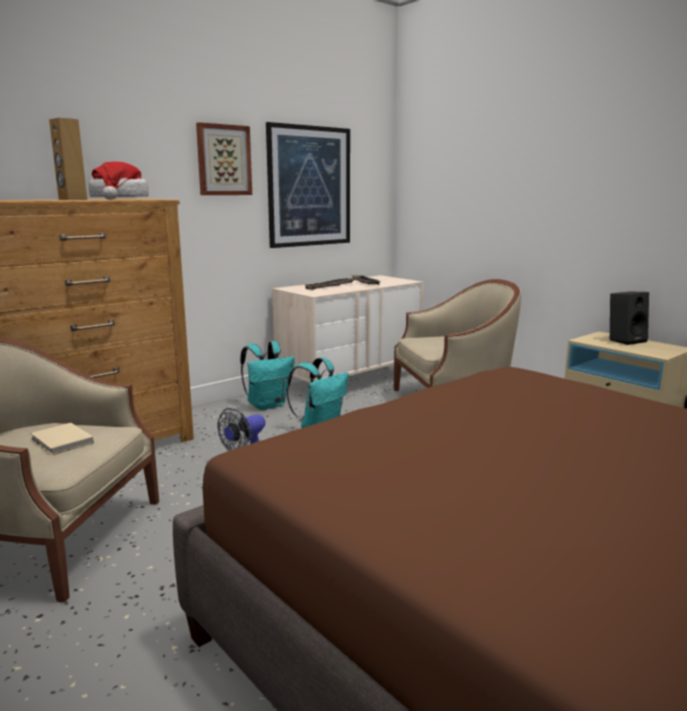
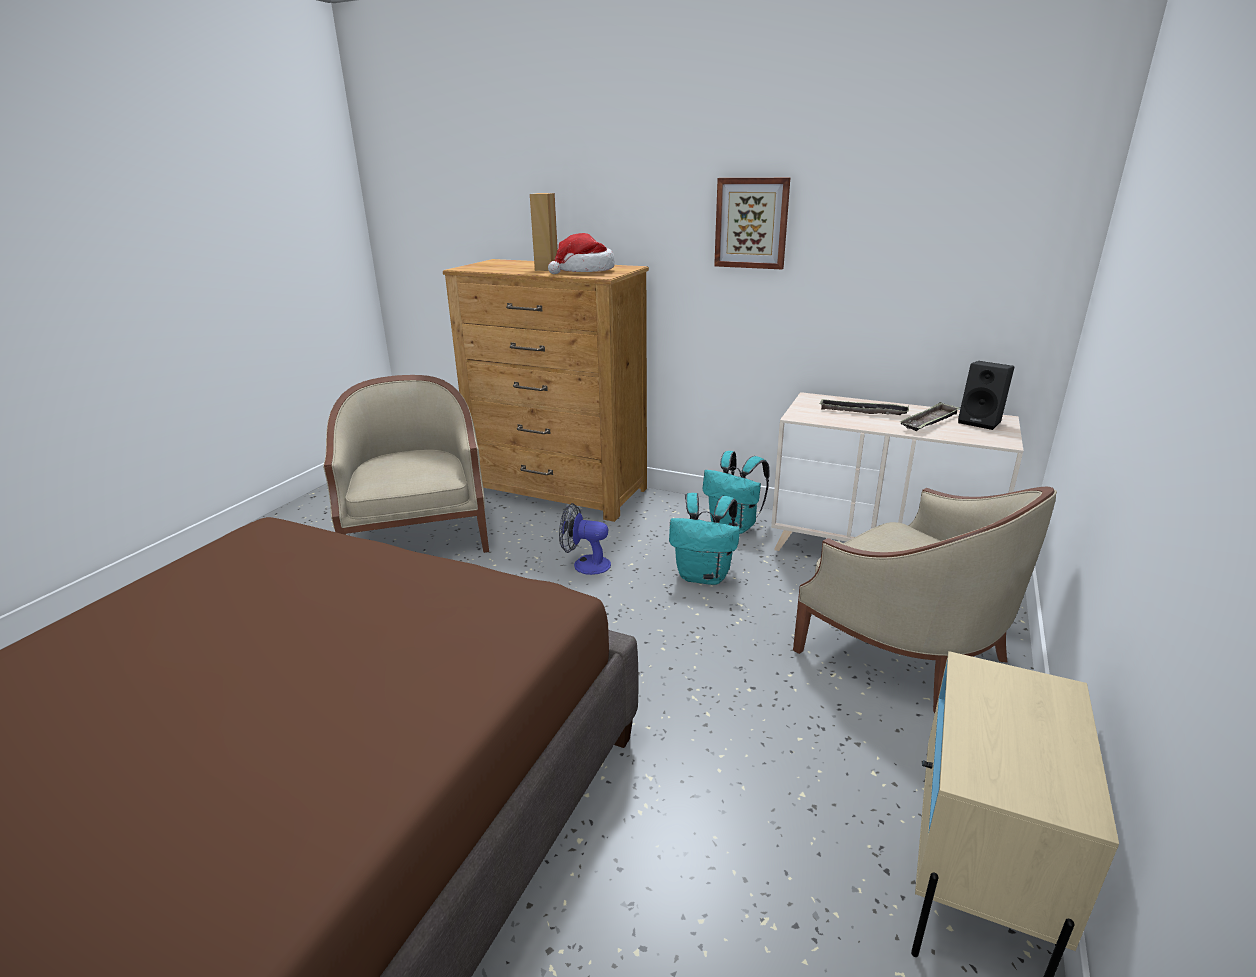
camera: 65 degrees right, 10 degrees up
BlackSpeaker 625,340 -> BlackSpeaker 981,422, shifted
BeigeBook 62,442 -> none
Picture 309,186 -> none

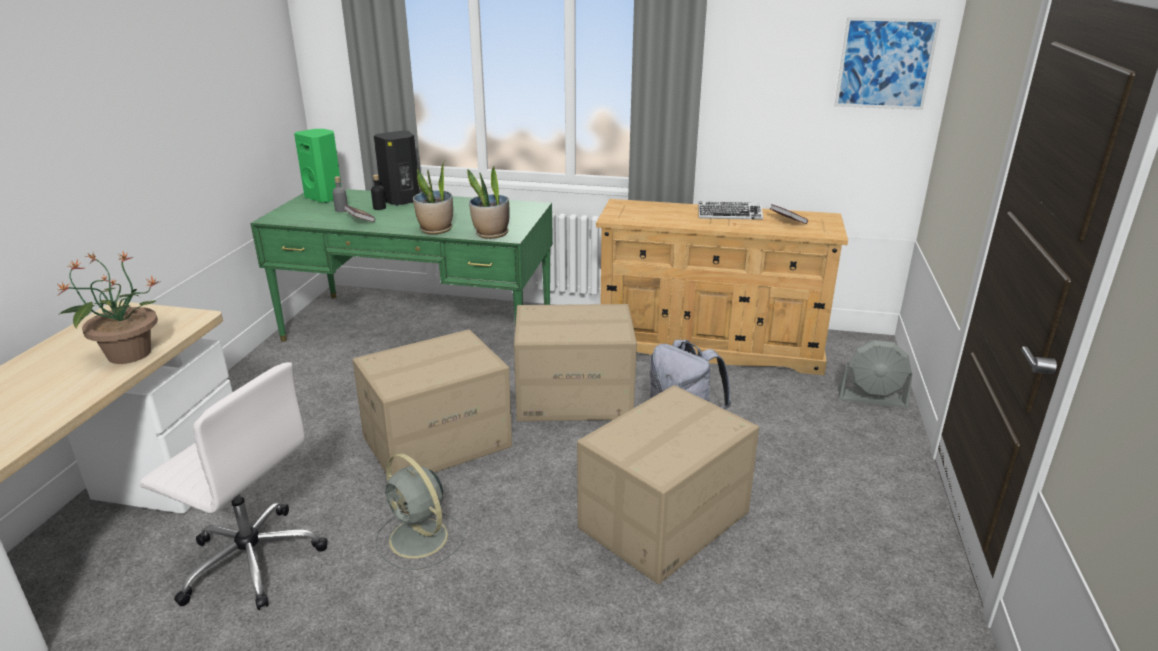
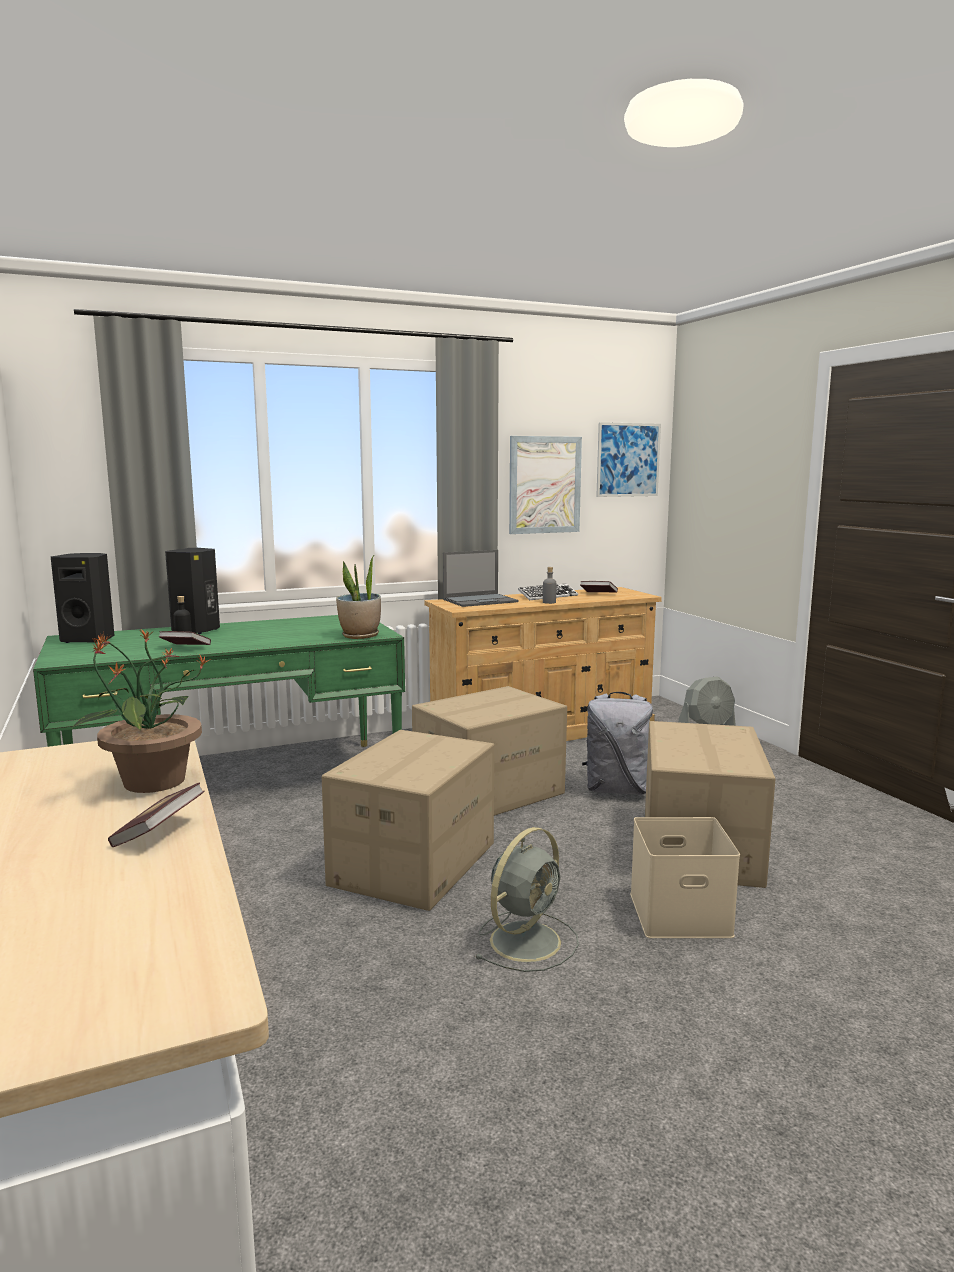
camera: 35 degrees left, 15 degrees down
GreenSpeaker 325,197 -> BlackSpeaker 89,640
none -> Book 159,832
none -> Laptop 481,600
GreyFan 420,539 -> GreyFan 527,940, 60 degrees counterclockwise
none -> Picture 544,485
GreyBottle 341,210 -> GreyBottle 549,602, shifted
none -> BeigeStorageBox 681,913
WhiteOfficeChair 251,560 -> none
PottedPlant 436,230 -> none

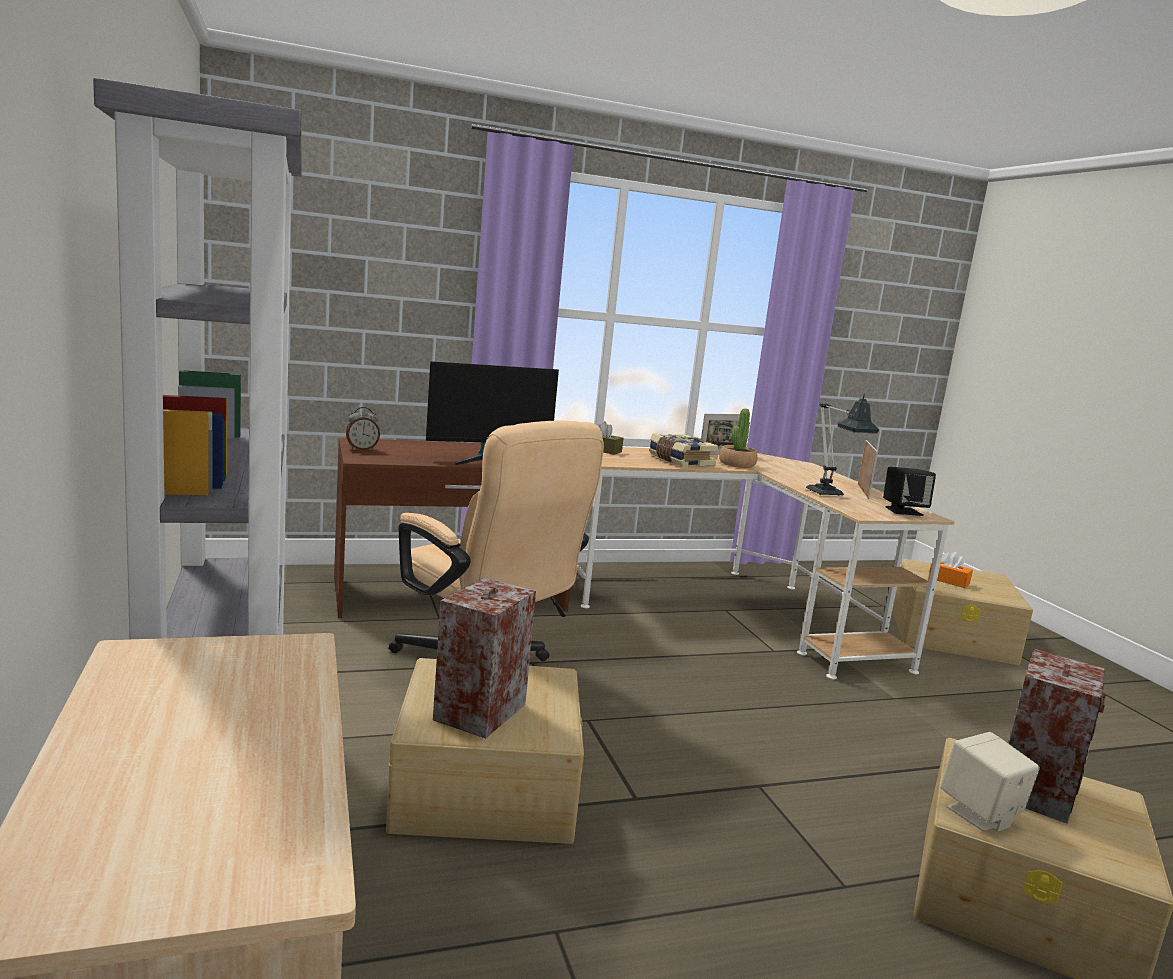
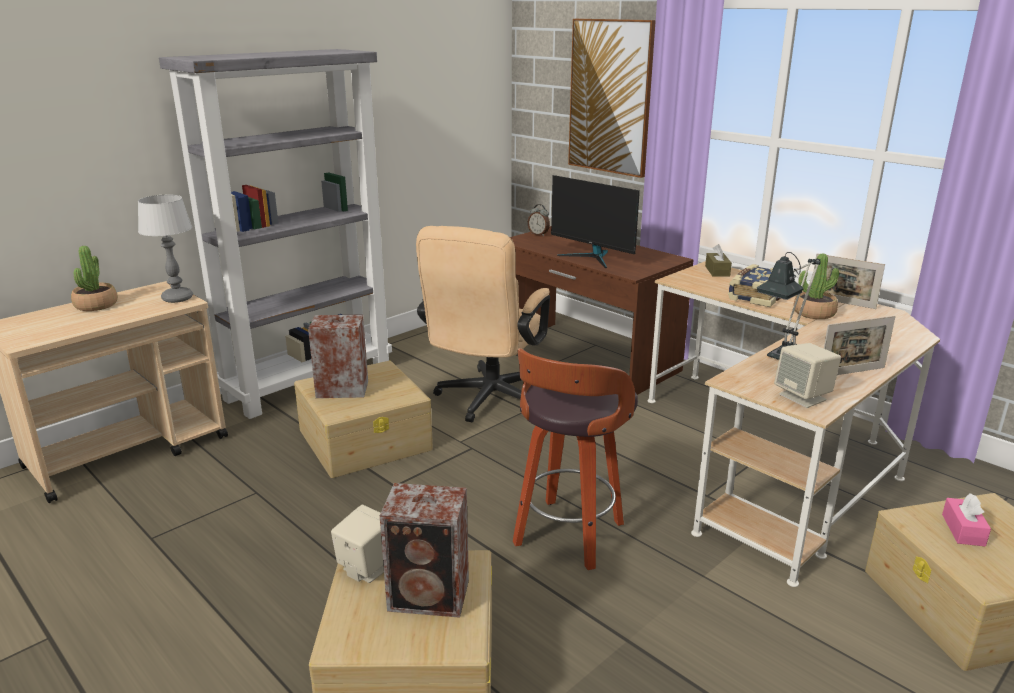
camera: 65 degrees right, 10 degrees up
none -> PottedPlant 96,305
none -> TableLamp 177,298
none -> Stool 567,536
none -> Picture 610,97
BlackSpeaker 903,511 -> BeigeSpeaker 803,397
OrangeTissueBox 948,581 -> PinkTissueBox 963,530

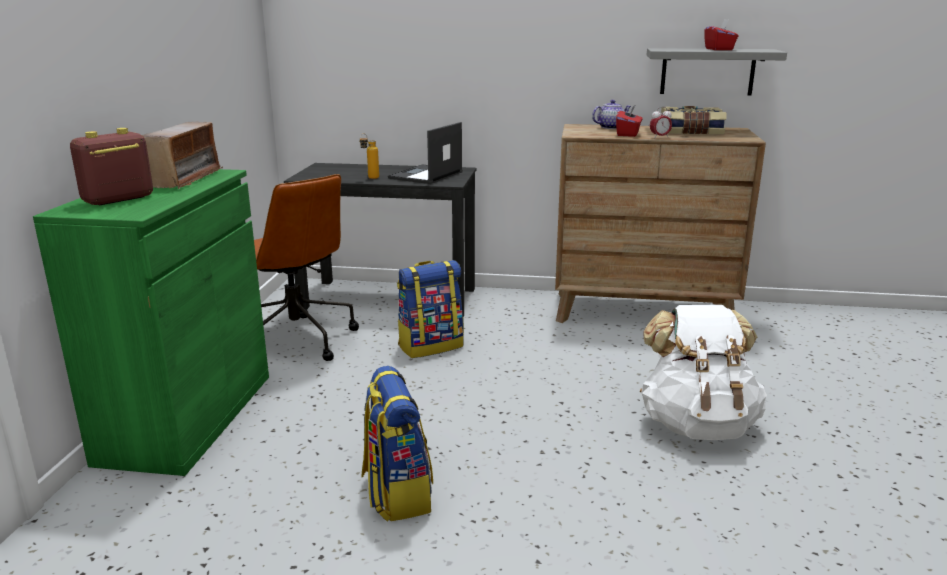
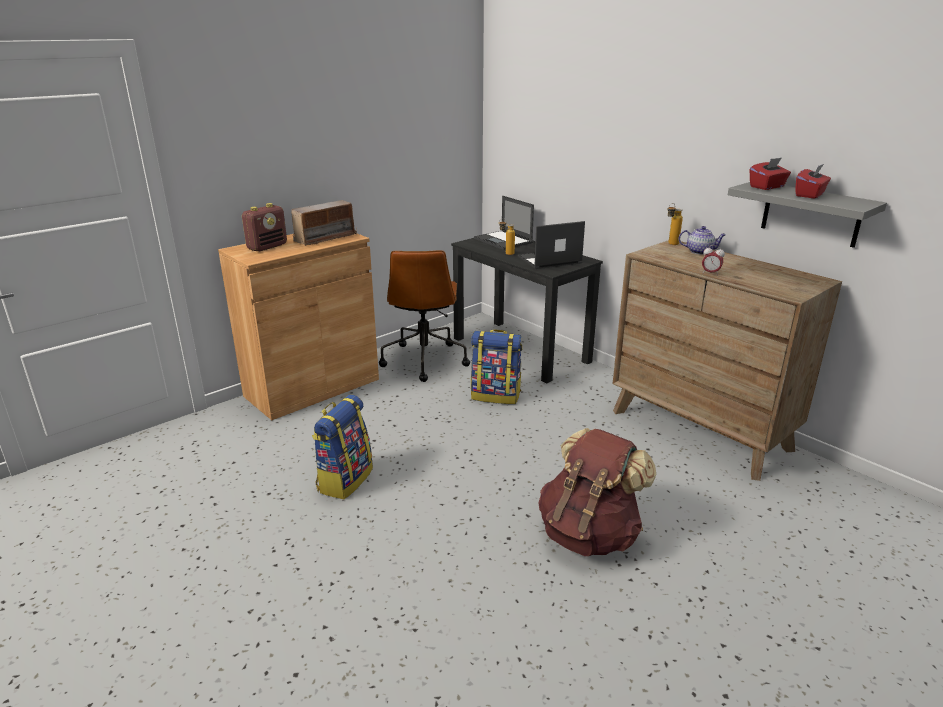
camera: 40 degrees right, 5 degrees up
GreenCabinet 188,417 -> BrownCabinet 312,387
Radio 117,199 -> Radio 267,247, 135 degrees clockwise
none -> Laptop 503,241
WhiteBackpack 697,424 -> BrownBackpack 589,534
none -> Bottle 670,244
RedTissueBox 628,134 -> RedTissueBox 767,187, shifted
Book 691,132 -> none

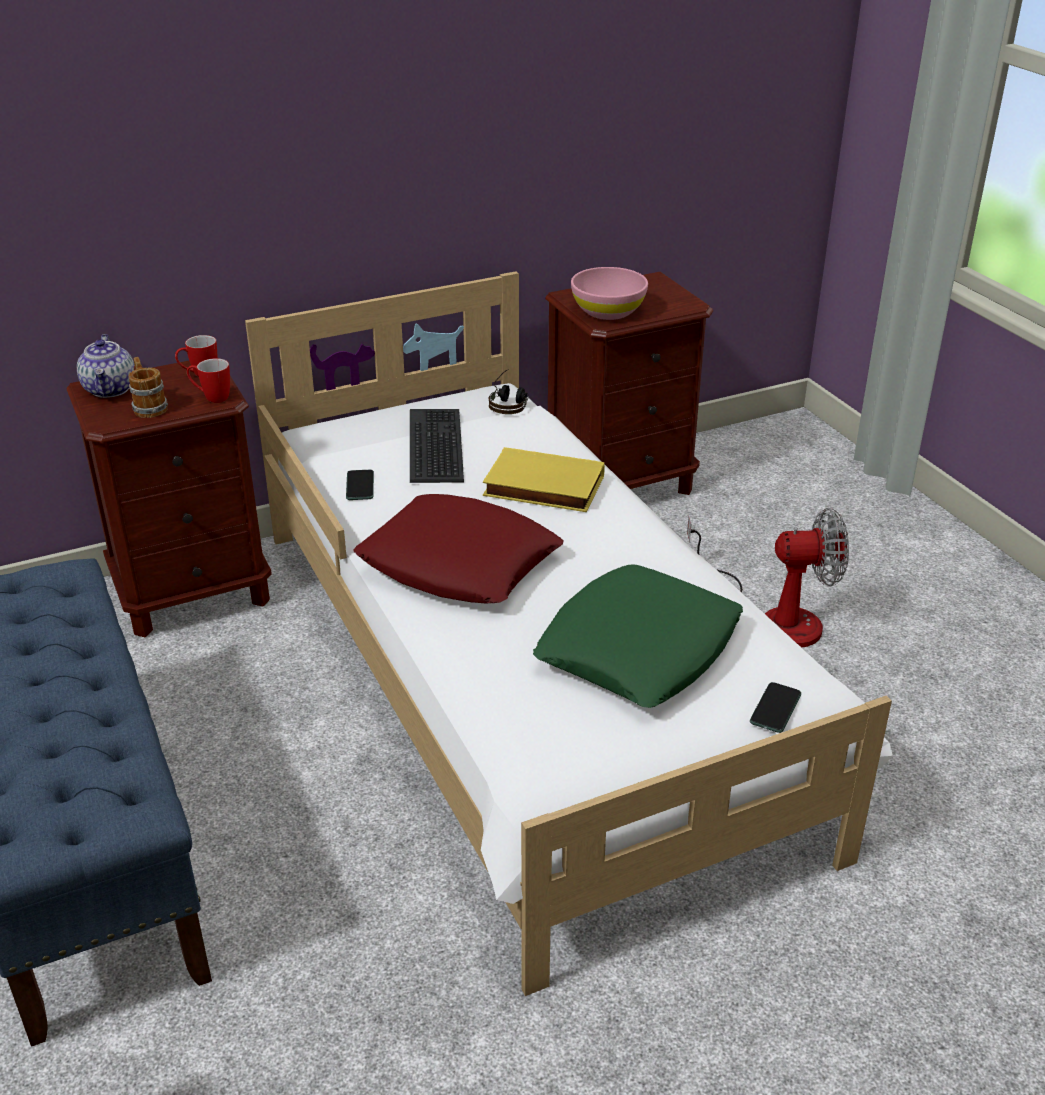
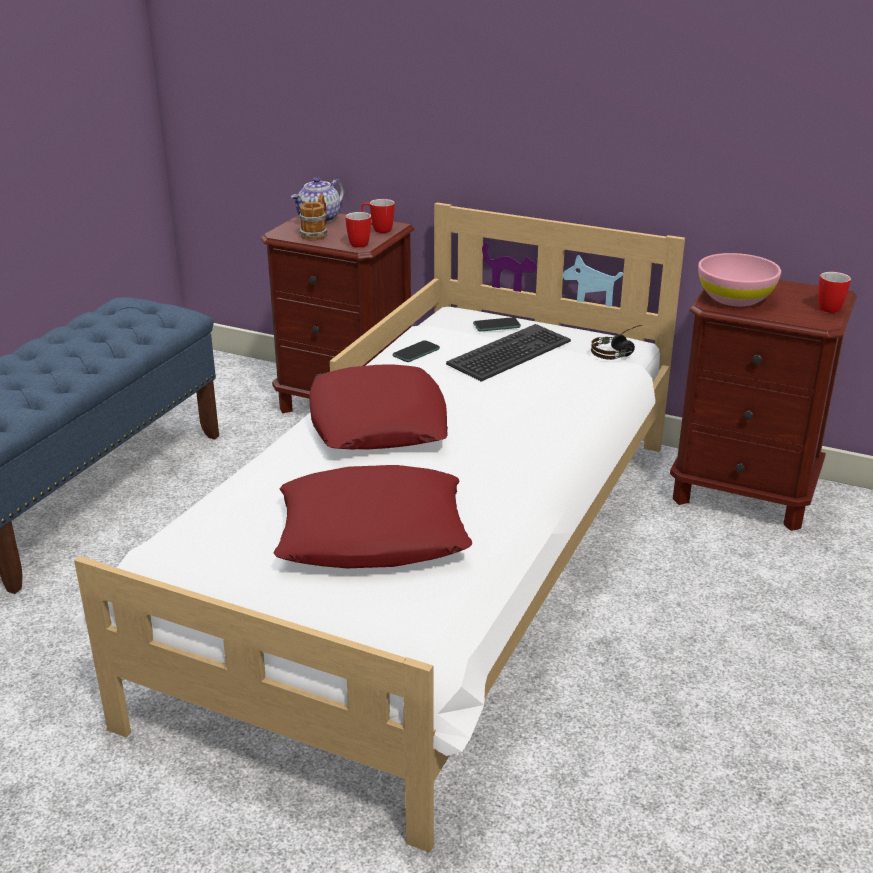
camera: 50 degrees right, 5 degrees down
GreenPillow 638,649 -> RedPillow 371,533
Phone 775,708 -> Phone 496,325, shifted
none -> Mug 828,307
YellowBook 542,487 -> none
Fan 772,617 -> none

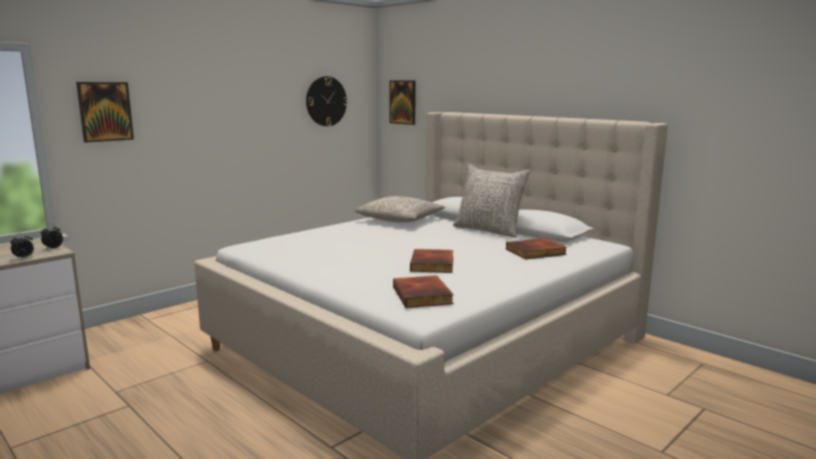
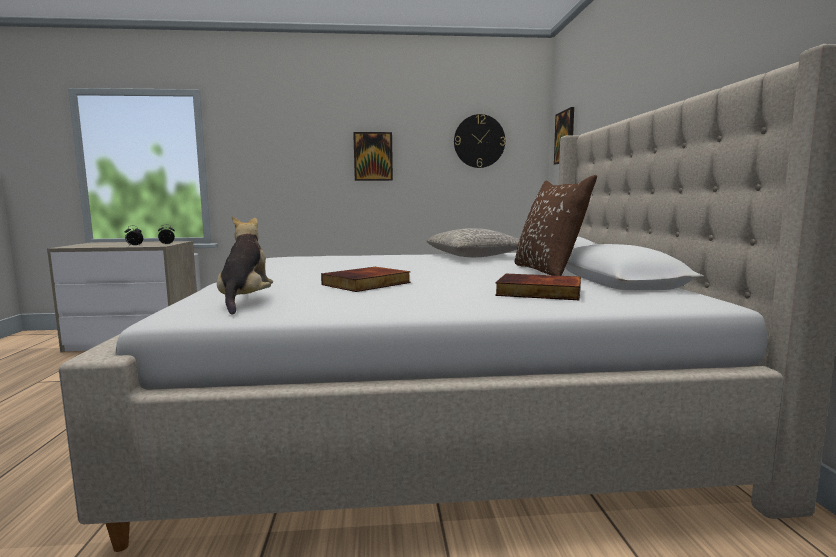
camera: 40 degrees right, 5 degrees down
Book 423,295 -> PlushToy 245,301
Picture 105,111 -> Picture 373,156, shifted
GreyPillow 489,230 -> BrownPillow 549,271

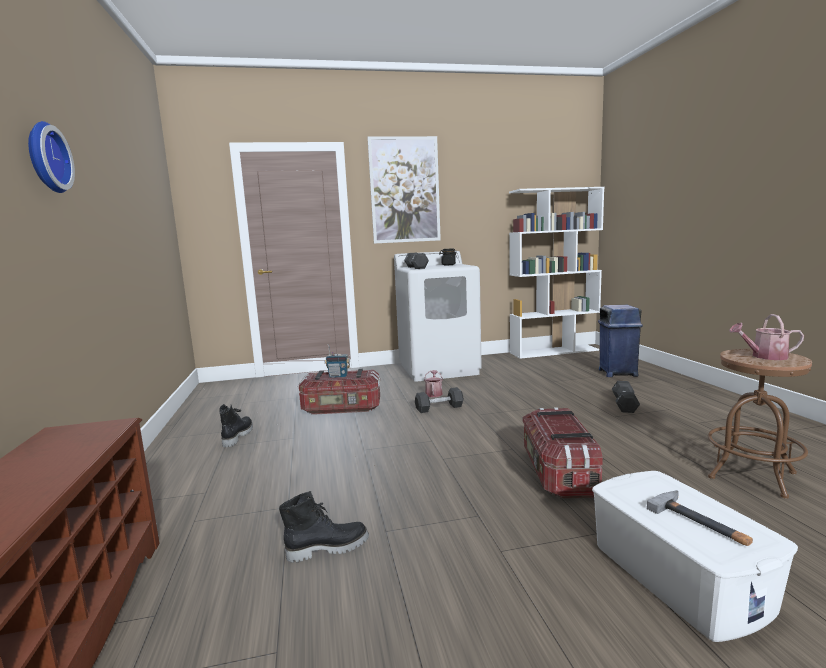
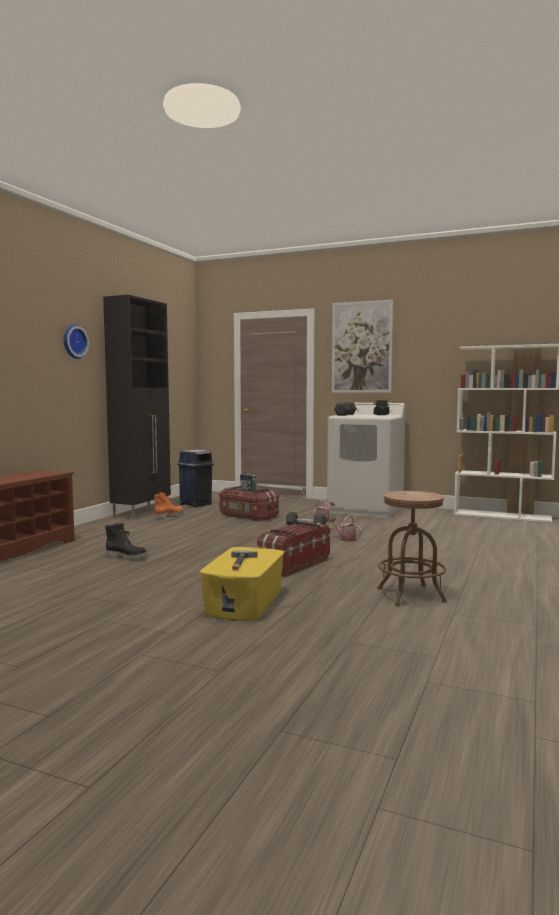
camera: 35 degrees right, 5 degrees down
none -> BlackCabinet 142,512
BlackBoot 237,436 -> OrangeBoot 168,516
BlueTrashCan 617,373 -> BlueTrashCan 196,504, shifted
WhiteStorageBox 678,576 -> YellowStorageBox 245,602
WateringCan 764,356 -> WateringCan 345,539, shifted
BlackDumbbell 624,404 -> none

